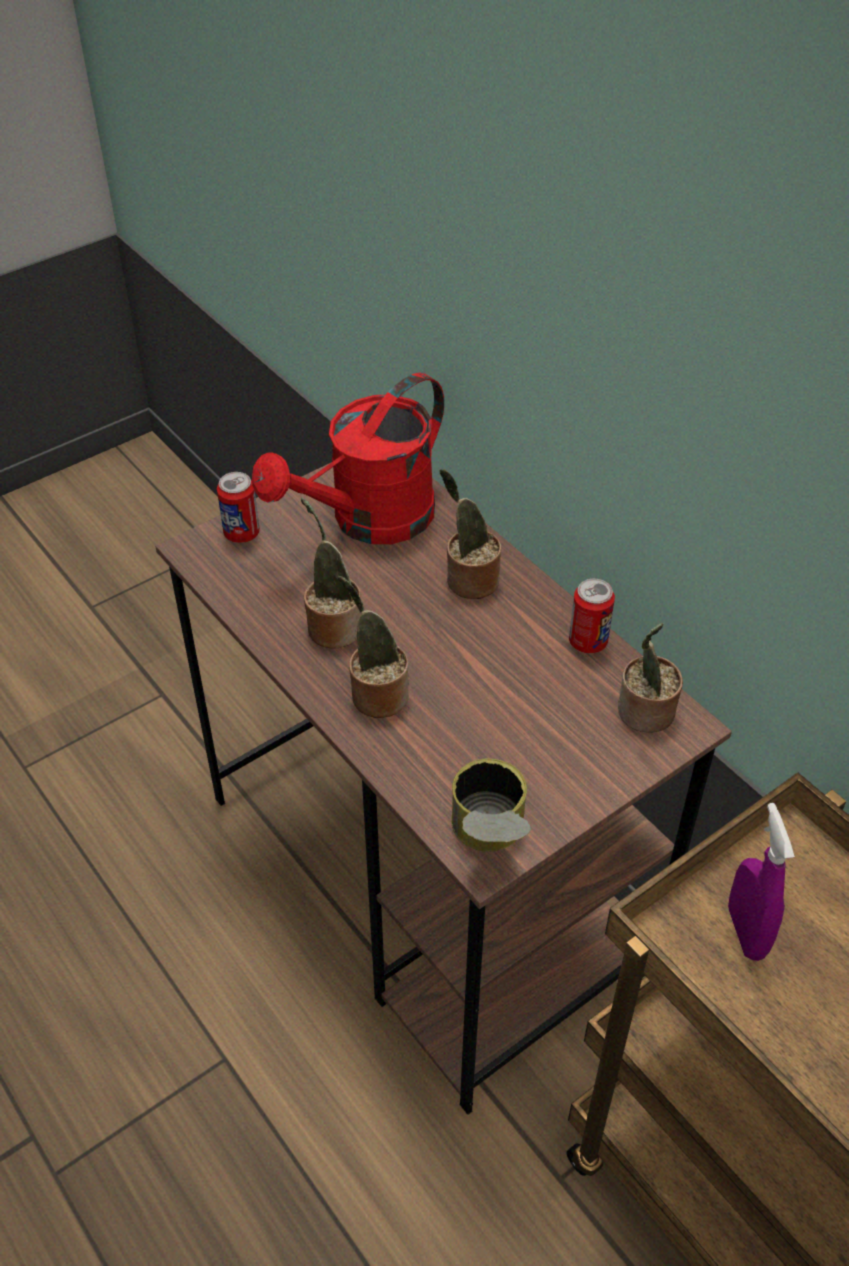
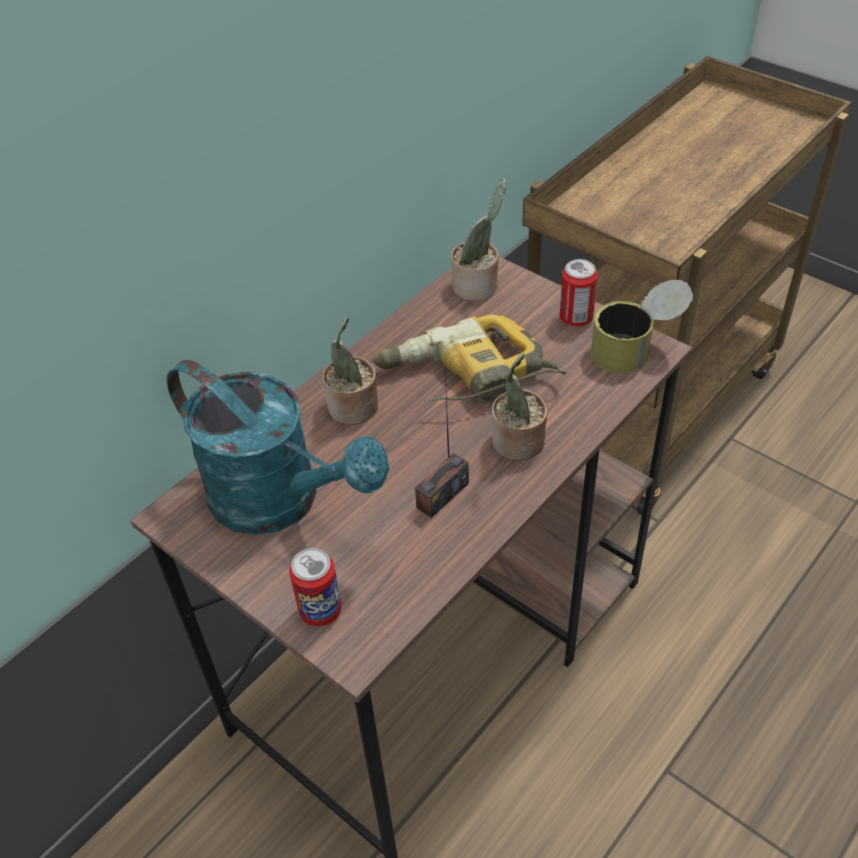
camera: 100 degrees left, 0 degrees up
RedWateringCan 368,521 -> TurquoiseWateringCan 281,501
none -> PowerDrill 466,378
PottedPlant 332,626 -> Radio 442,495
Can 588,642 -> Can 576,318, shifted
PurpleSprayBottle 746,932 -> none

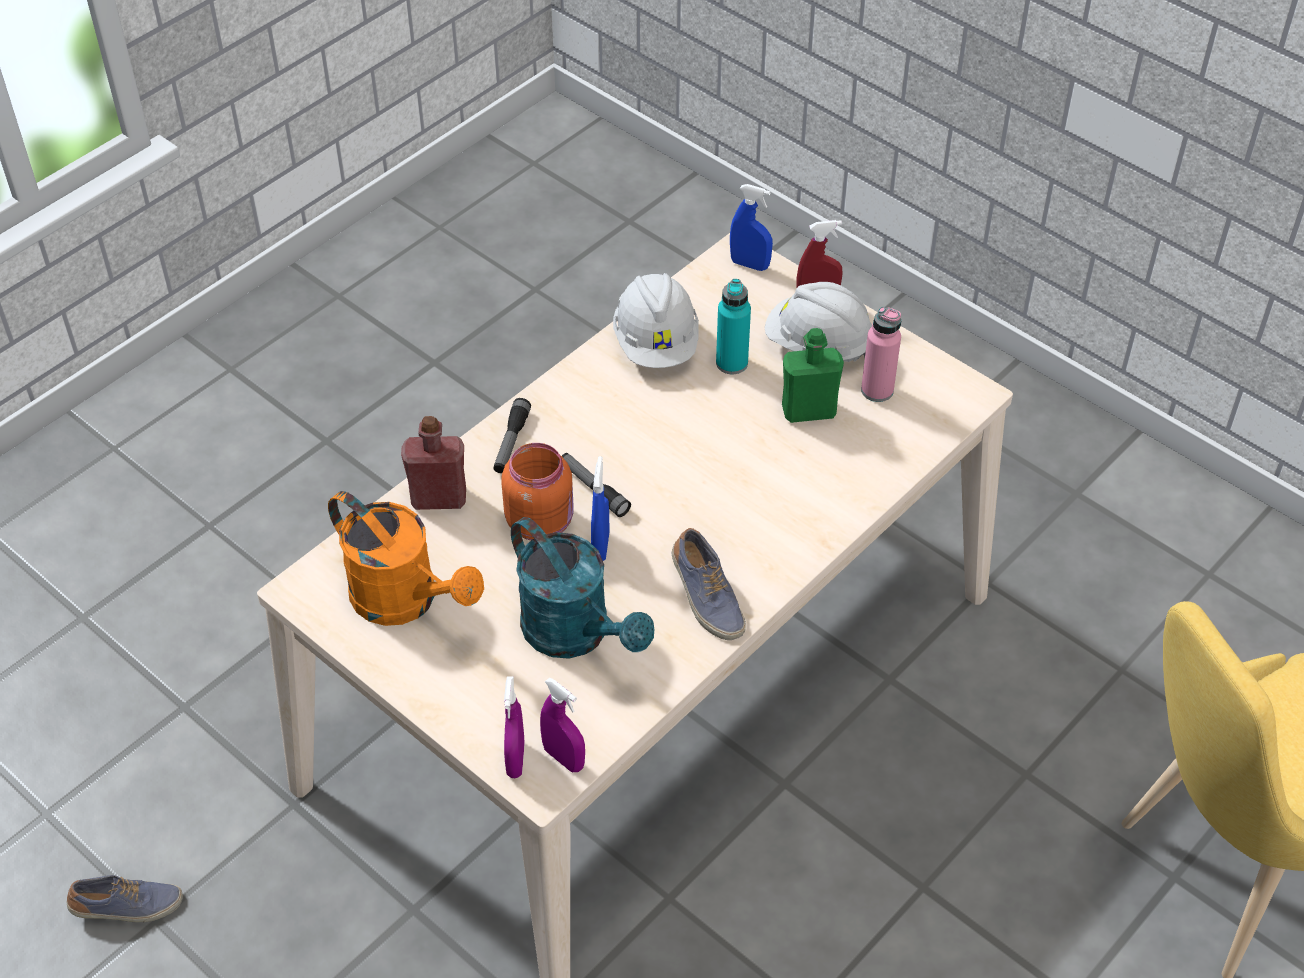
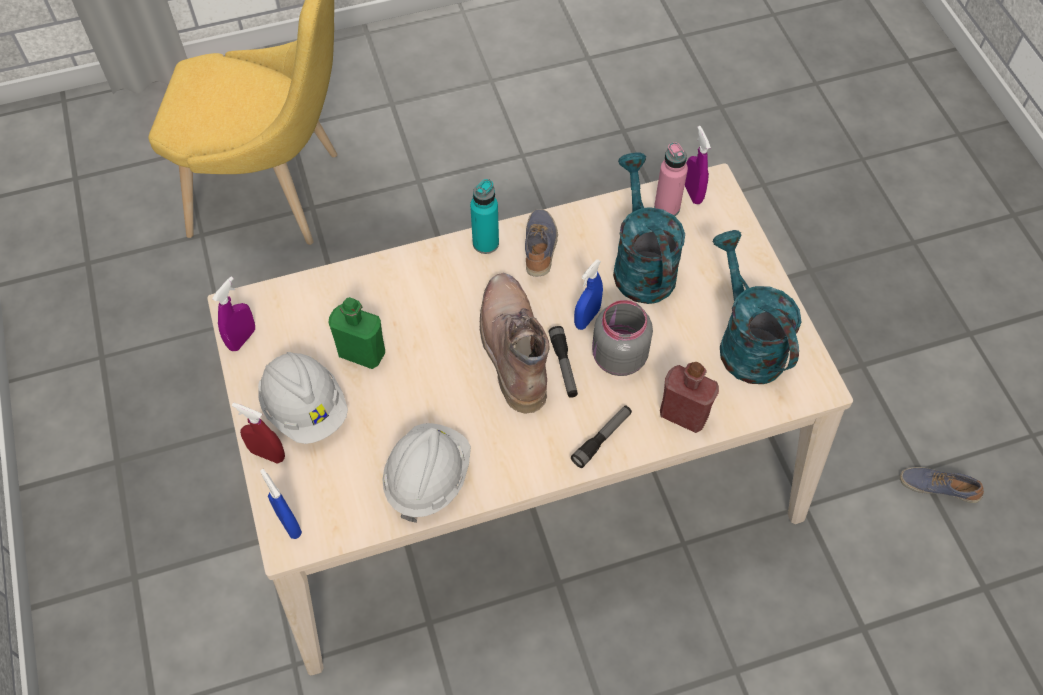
camera: 150 degrees left, 10 degrees up
PurpleSprayBottle 515,760 -> PurpleSprayBottle 242,339, shifted
TurquoiseBottle 731,363 -> TurquoiseBottle 485,243, shifted
none -> BrownBoot 511,346
OrangeJar 541,521 -> GreyJar 617,358
PinkBottle 877,390 -> PinkBottle 667,208, shifted
OrangeWateringCan 406,600 -> TurquoiseWateringCan 745,342

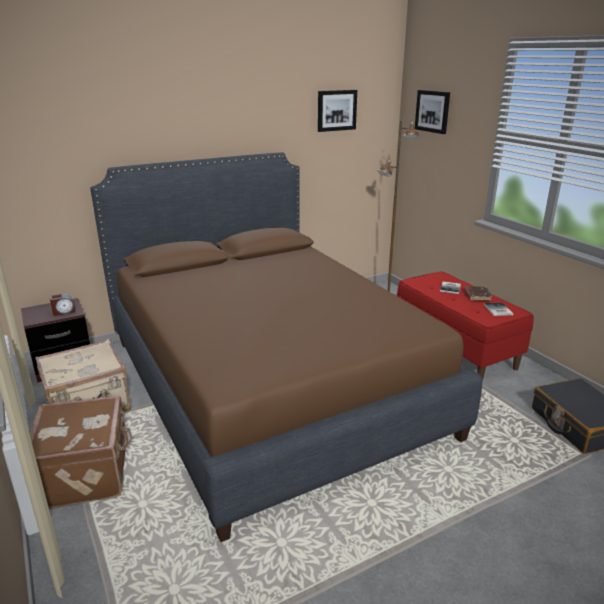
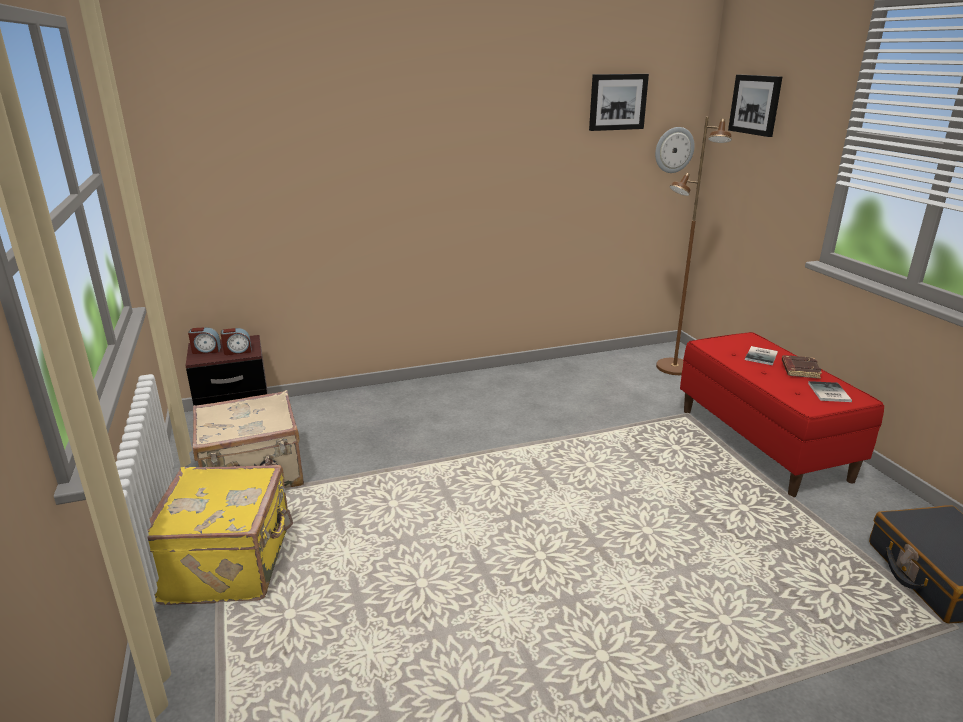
camera: 10 degrees right, 0 degrees up
BrownSuitcase 87,473 -> YellowSuitcase 230,563
none -> AlarmClock 206,350
none -> WallClock 673,150
BrownBed 269,385 -> none

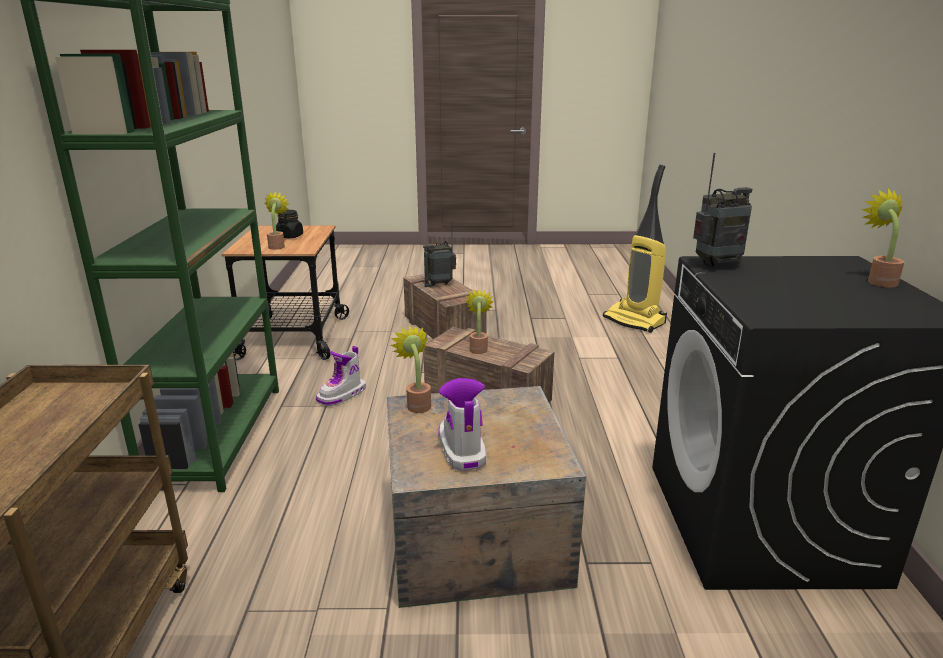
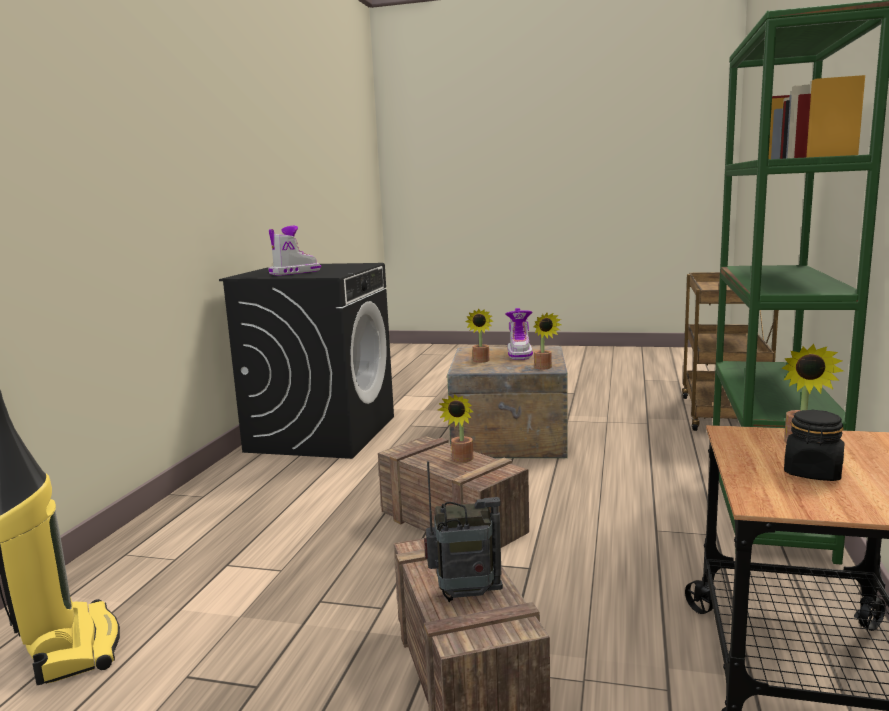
camera: 165 degrees left, 10 degrees down
Boot 342,395 -> Boot 294,272, shifted
PottedPlant 878,281 -> PottedPlant 481,361, shifted
Radio 717,265 -> none

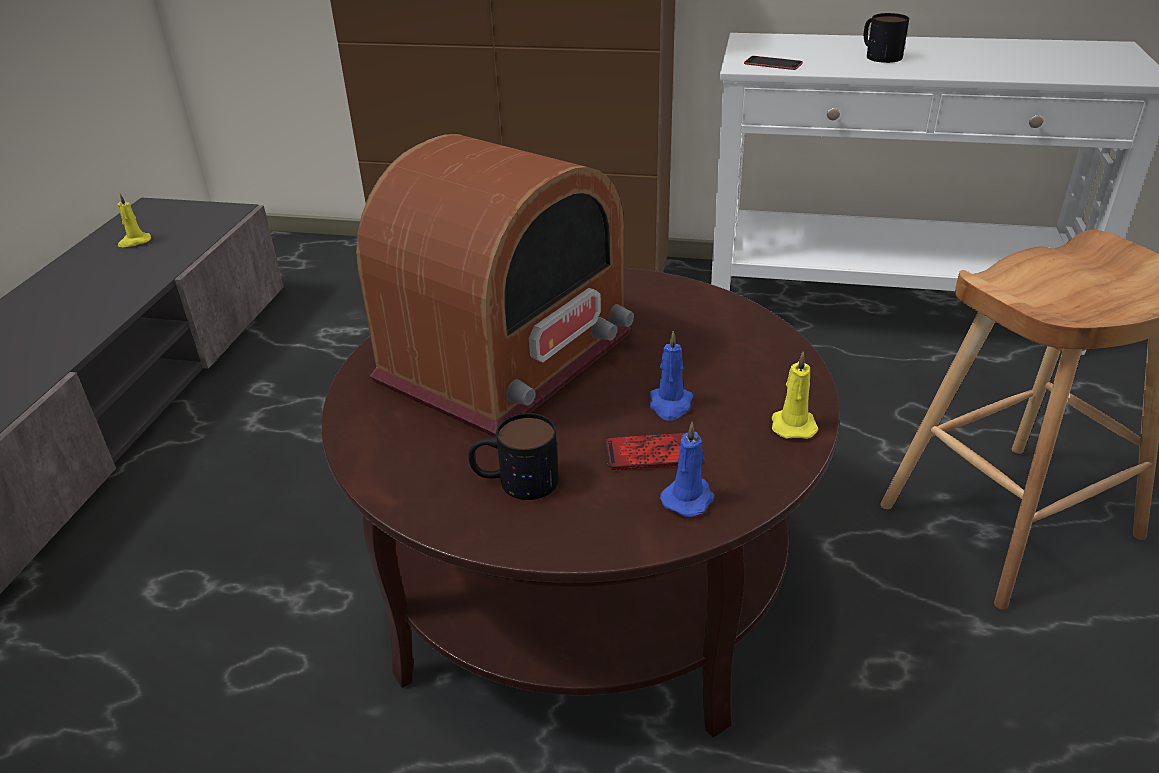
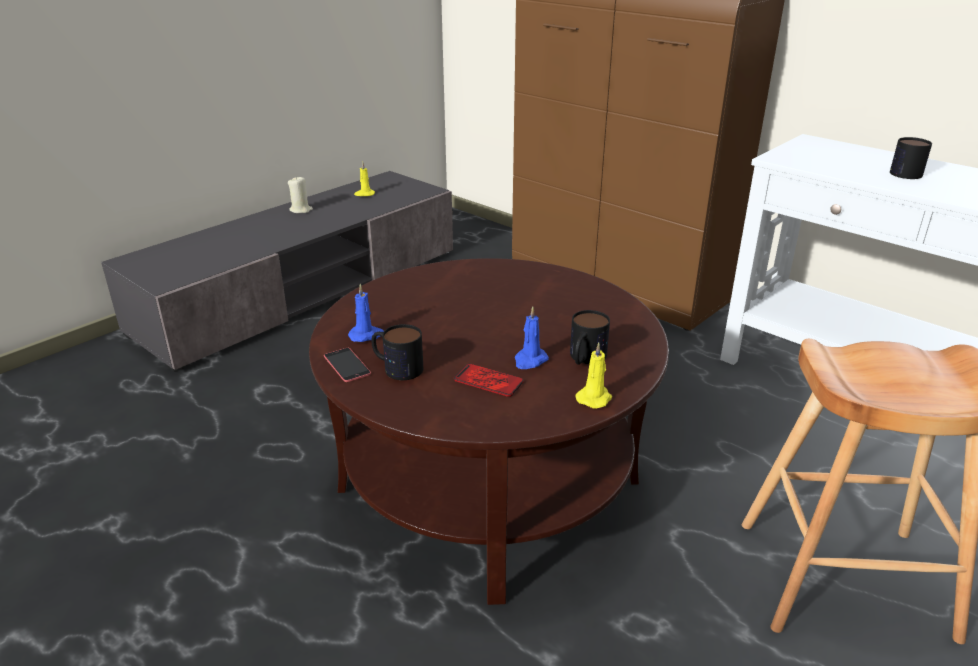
camera: 30 degrees right, 5 degrees down
none -> BeigeCandle 301,210
Phone 773,63 -> Phone 347,365, shifted
BlueCandle 689,498 -> BlueCandle 366,335, shifted
none -> Mug 585,359
Radio 507,358 -> none

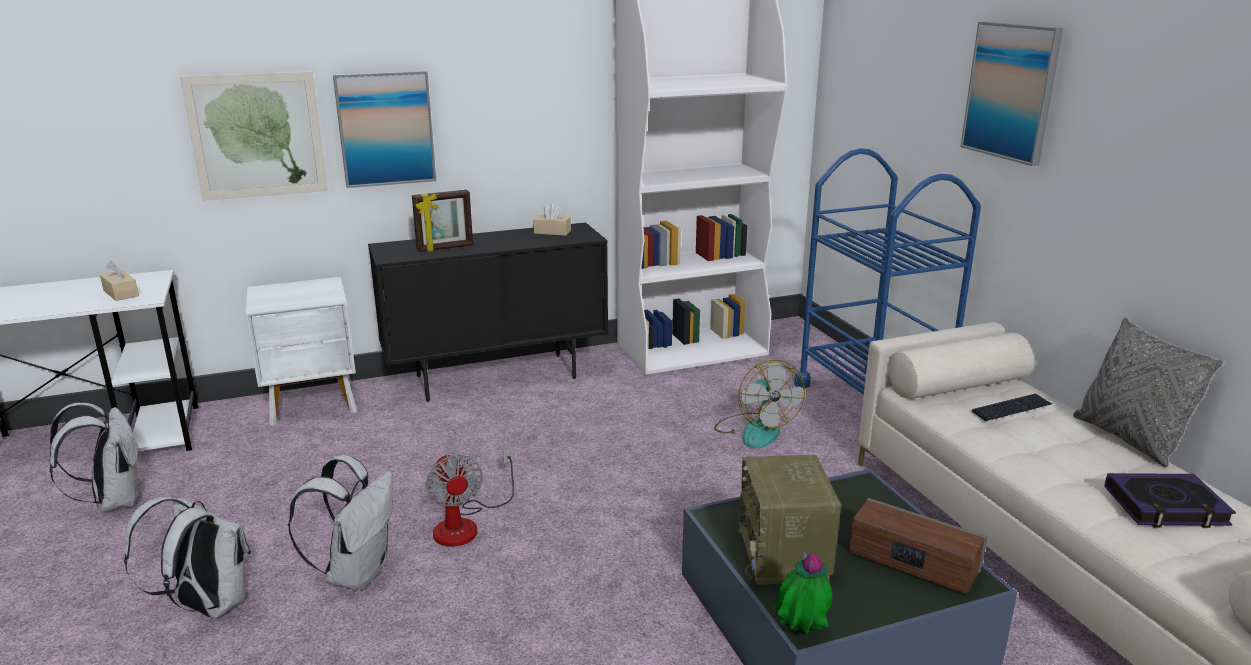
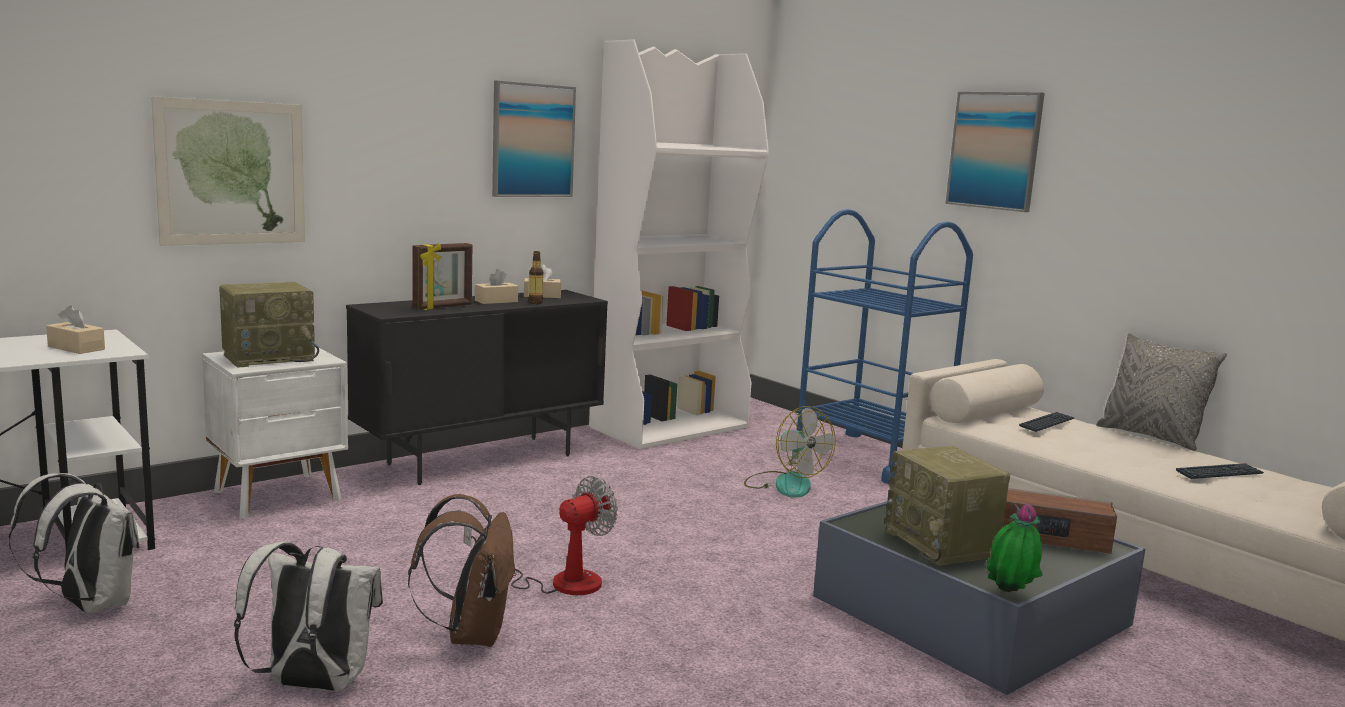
camera: 20 degrees left, 10 degrees down
none -> Radio 270,357
WhiteBackpack 357,572 -> BrownBackpack 471,634
Fan 466,524 -> Fan 558,582, 90 degrees counterclockwise
none -> BeigeTissueBox 496,301
Picture 386,129 -> Picture 532,140, shifted
none -> Bottle 535,303
Book 1165,507 -> Keyboard 1219,473

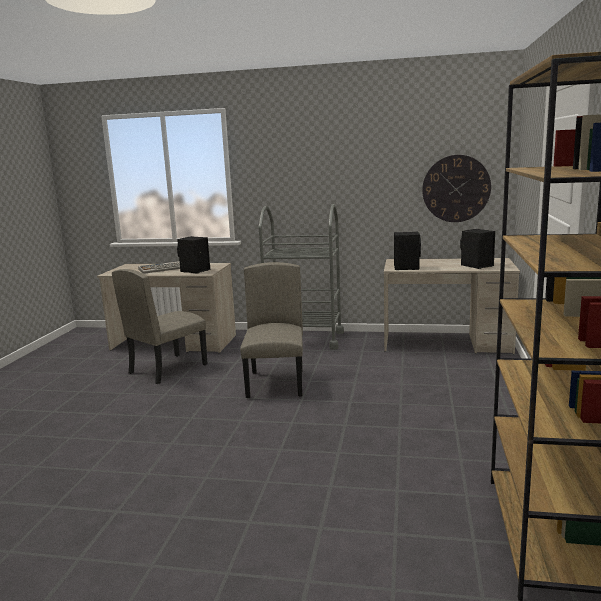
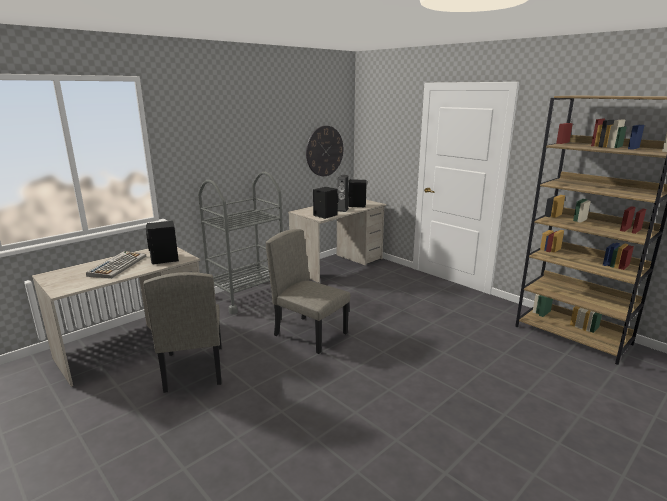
camera: 55 degrees left, 5 degrees up
none -> Speaker 342,210

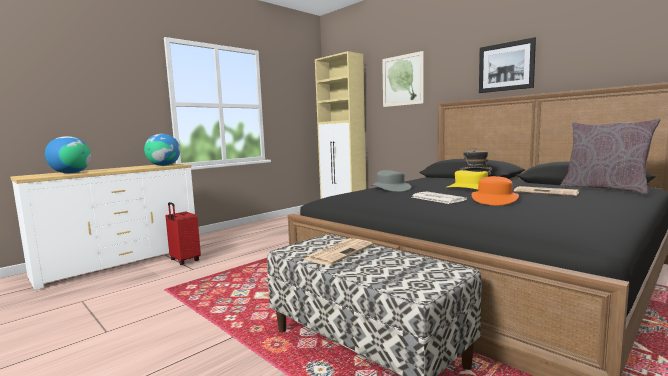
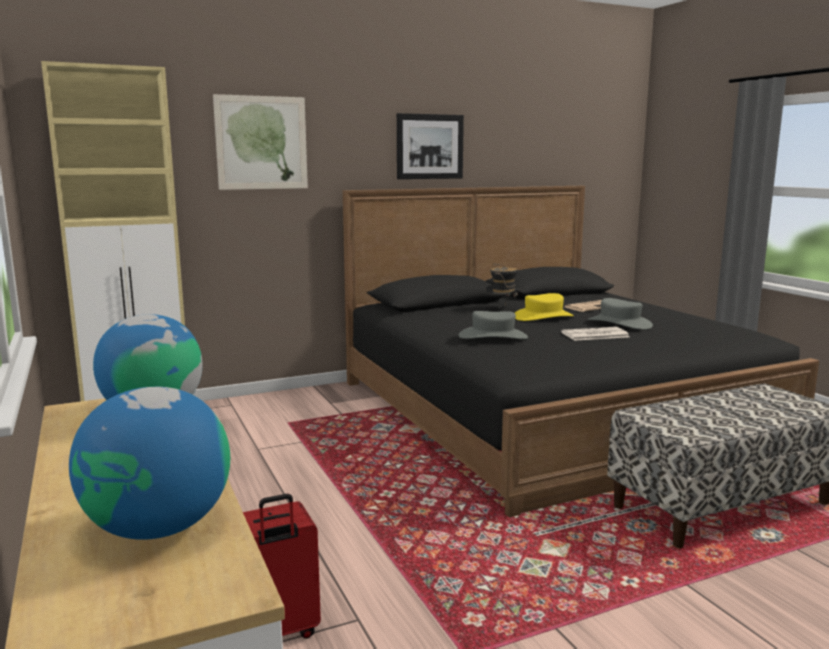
camera: 70 degrees left, 5 degrees up
OrangeHat 494,199 -> GreyHat 619,323
Newspaper 339,252 -> none
GreyPillow 604,189 -> none

